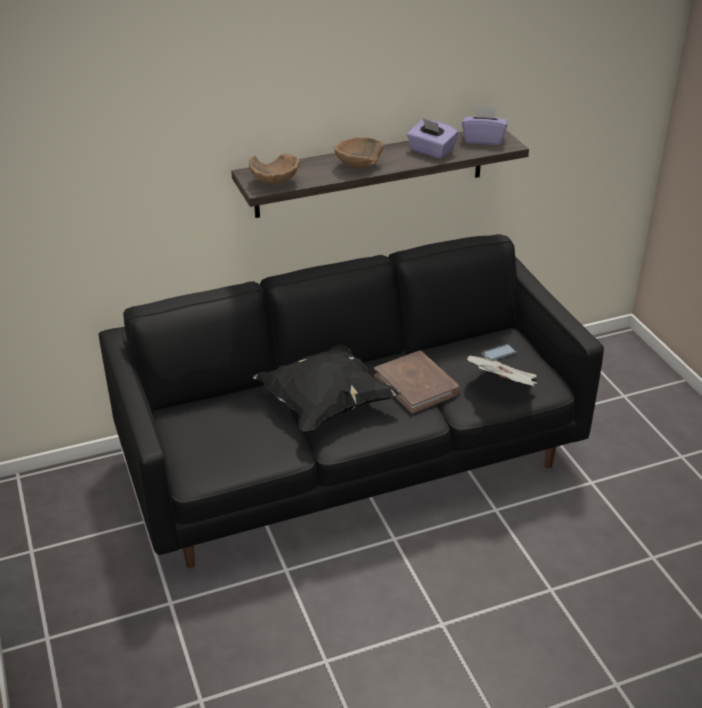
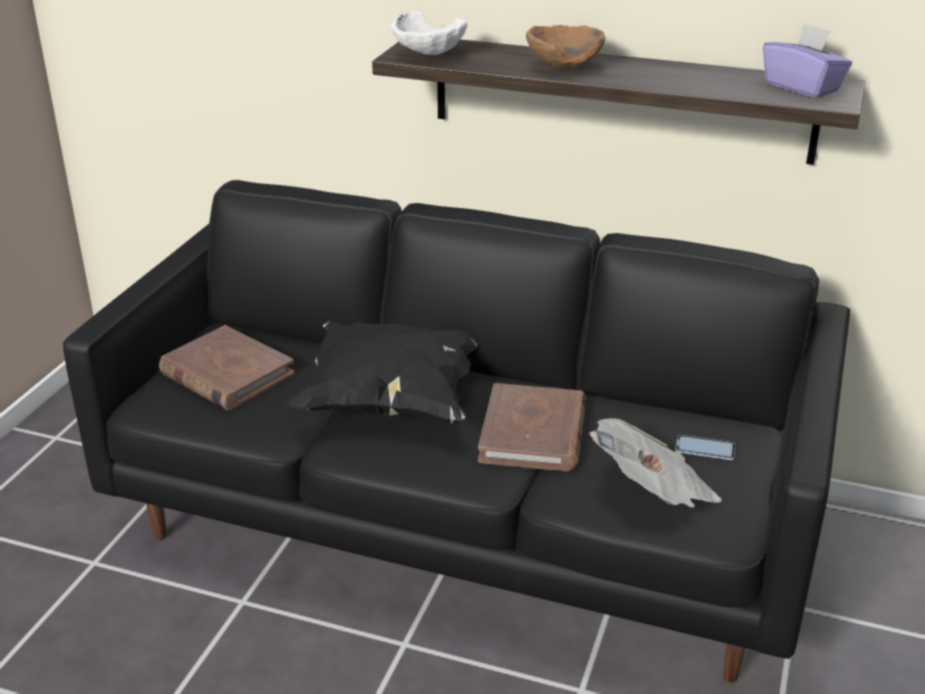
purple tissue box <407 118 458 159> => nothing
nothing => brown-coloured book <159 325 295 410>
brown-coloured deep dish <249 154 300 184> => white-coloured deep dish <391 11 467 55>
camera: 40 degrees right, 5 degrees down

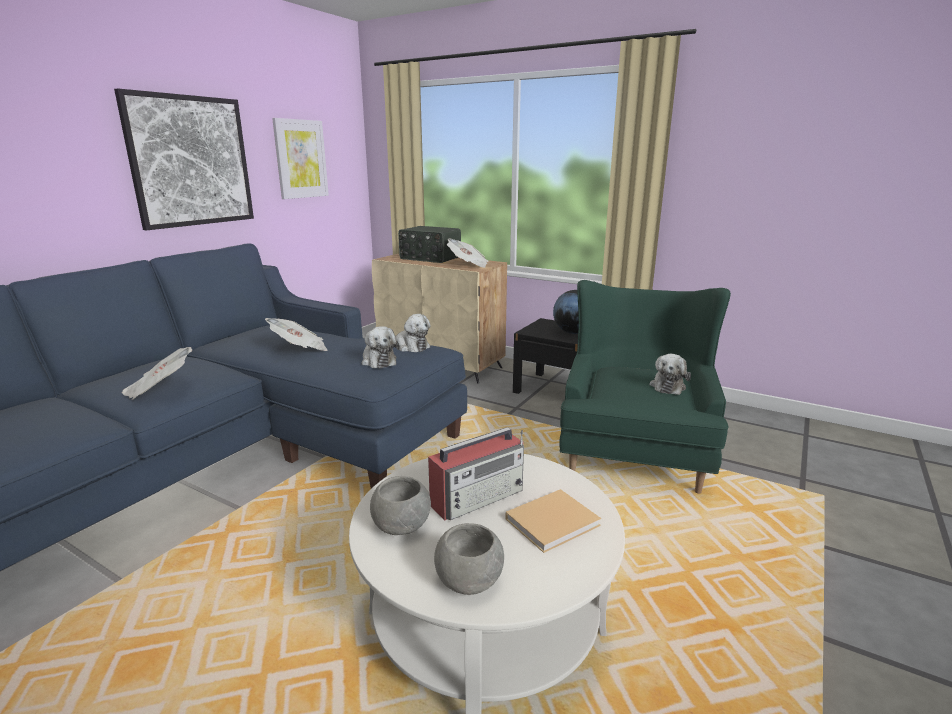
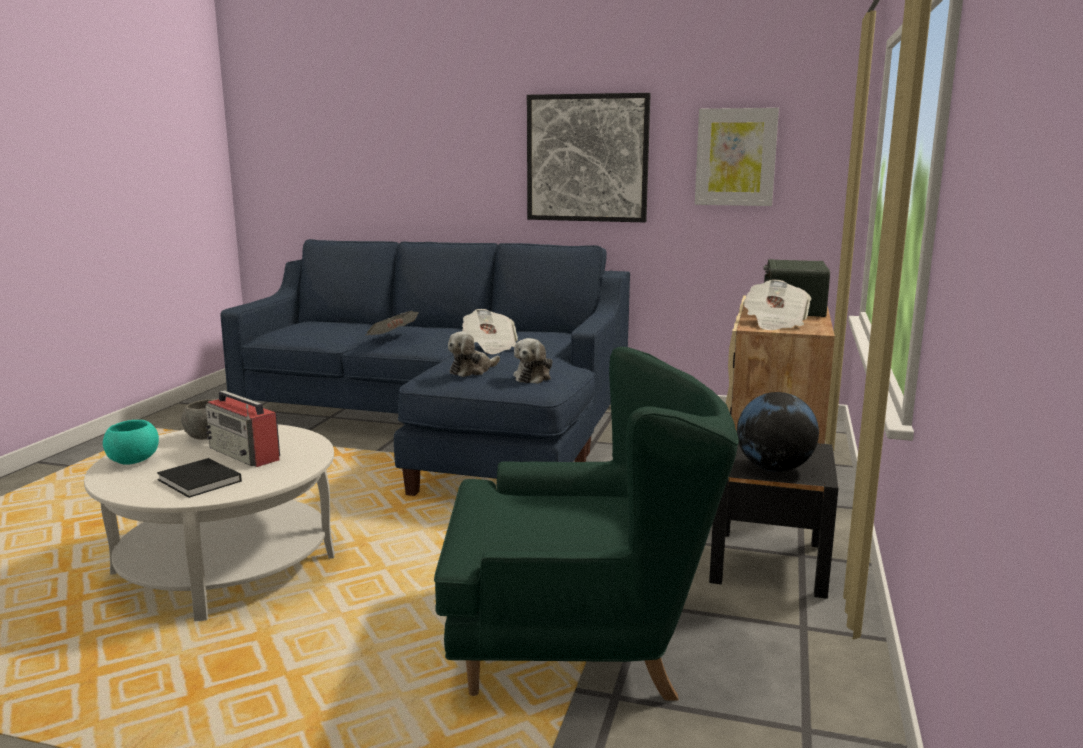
soft toy <649 354 691 395> => nothing
grey deep dish <434 523 504 595> => turquoise deep dish <103 420 159 465>
beige book <506 489 601 553> => black-coloured book <157 458 242 498>
camera: 75 degrees right, 5 degrees down

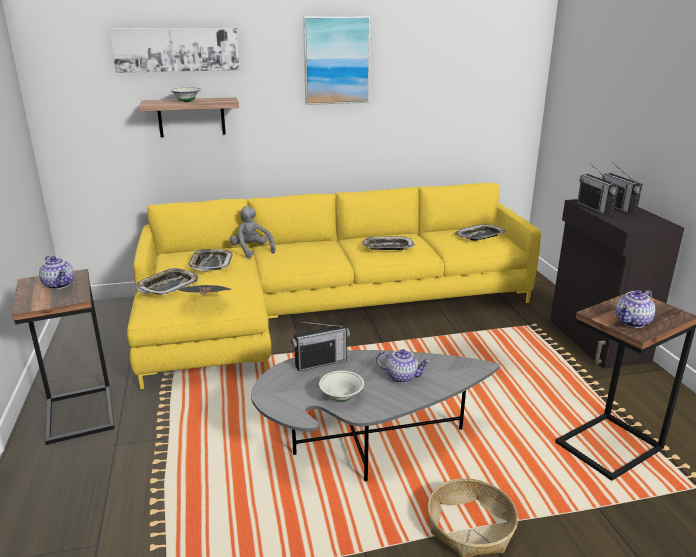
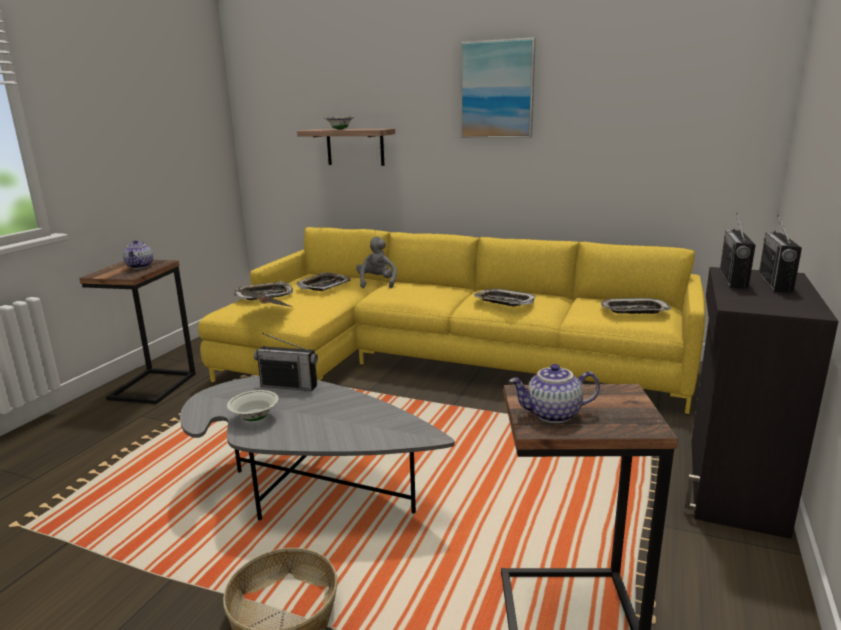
wall art <109 28 239 73> => nothing
pot for tea <376 349 430 383> => nothing
camera: 35 degrees right, 5 degrees down

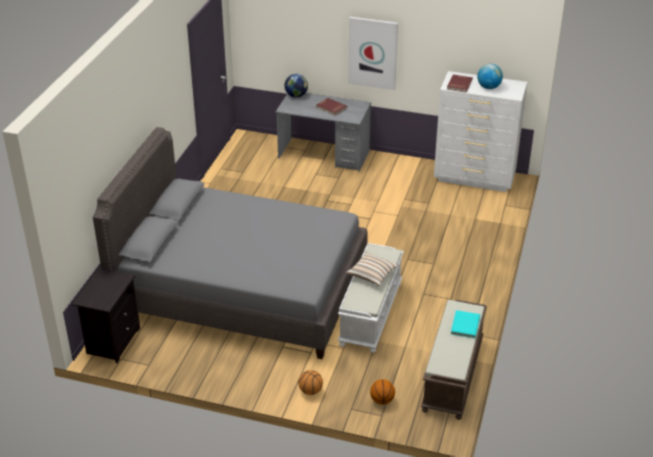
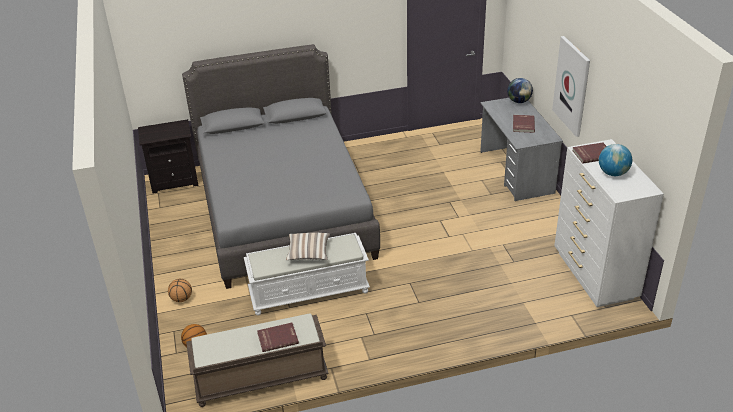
turquoise book <451 310 480 338> => red-coloured book <257 323 299 352>
camera: 60 degrees right, 0 degrees up

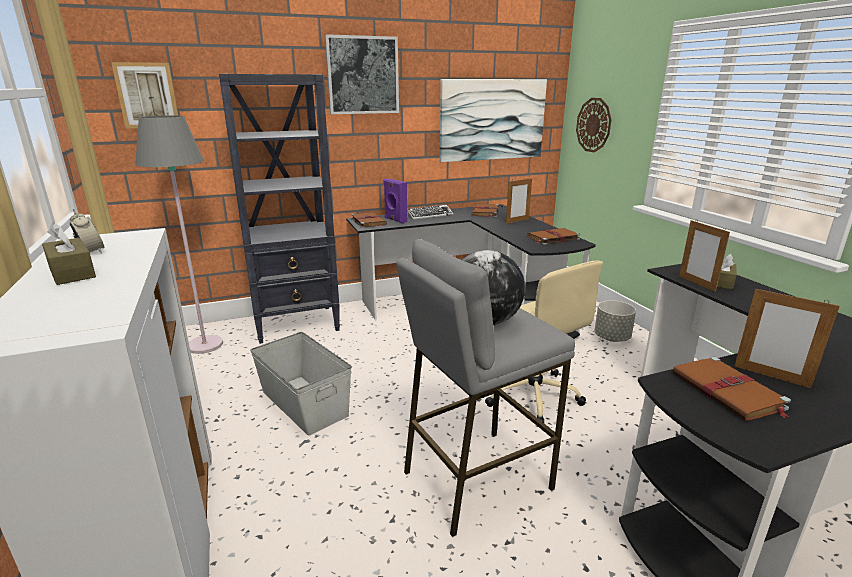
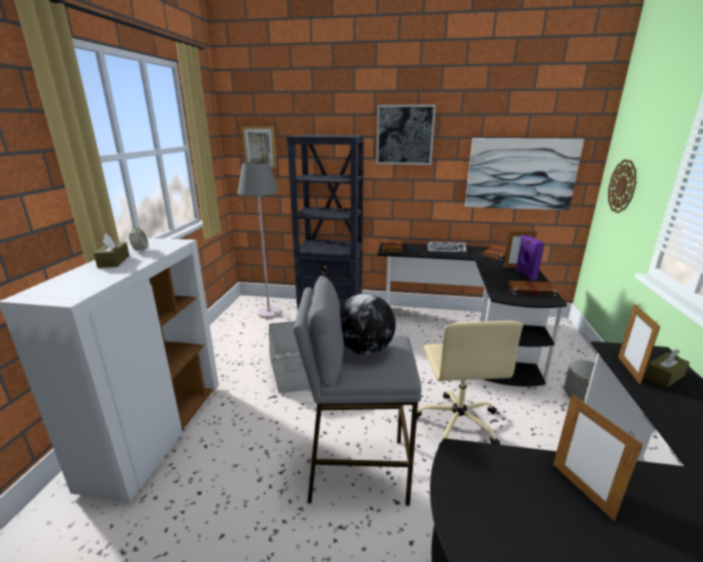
brown-coloured book <672 357 791 421> => nothing
purple speaker <383 178 407 223> => purple speaker <516 235 544 280>, moved
camera: 30 degrees right, 0 degrees up

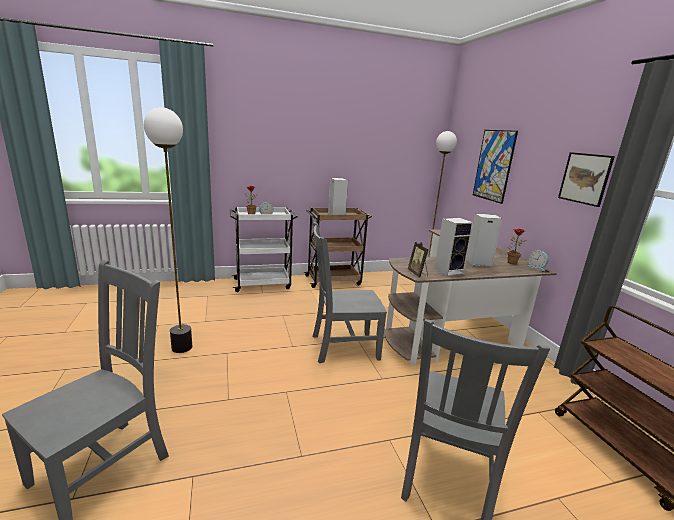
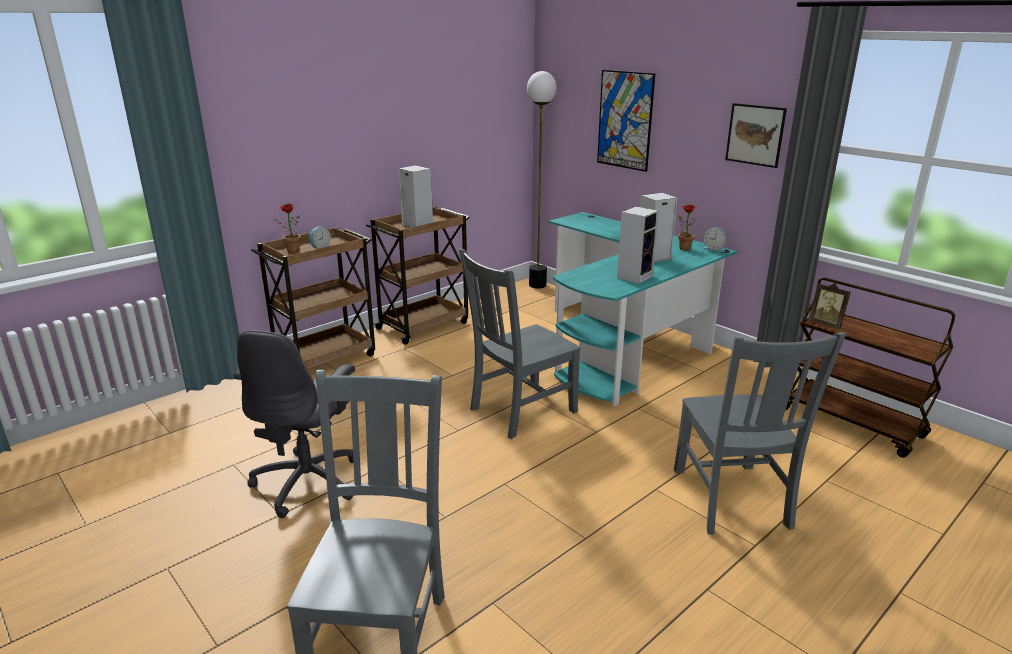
standing frame <408 242 428 277> => standing frame <808 283 851 330>, moved
floor lamp <144 107 192 353> => grey desk chair <234 330 355 518>
white-coloured wheeled cart <230 207 298 292> => brown-coloured wheeled cart <251 227 375 369>
brown-coloured desk unit <384 229 557 365> => turquoise desk unit <549 212 737 407>
camera: 25 degrees left, 5 degrees up

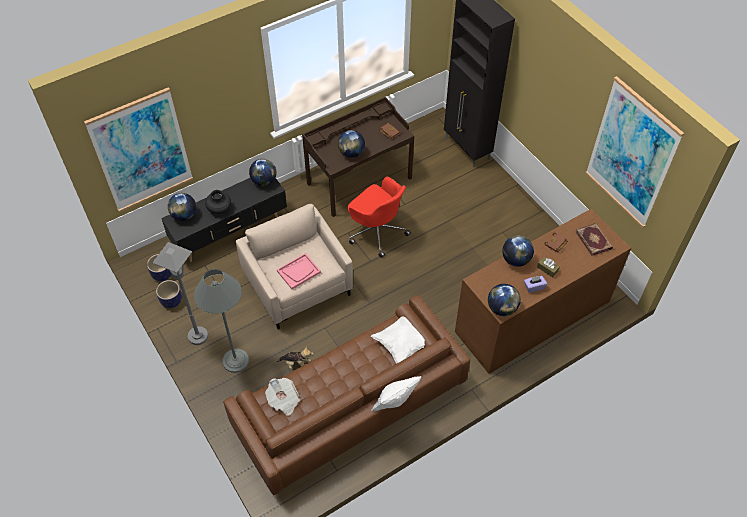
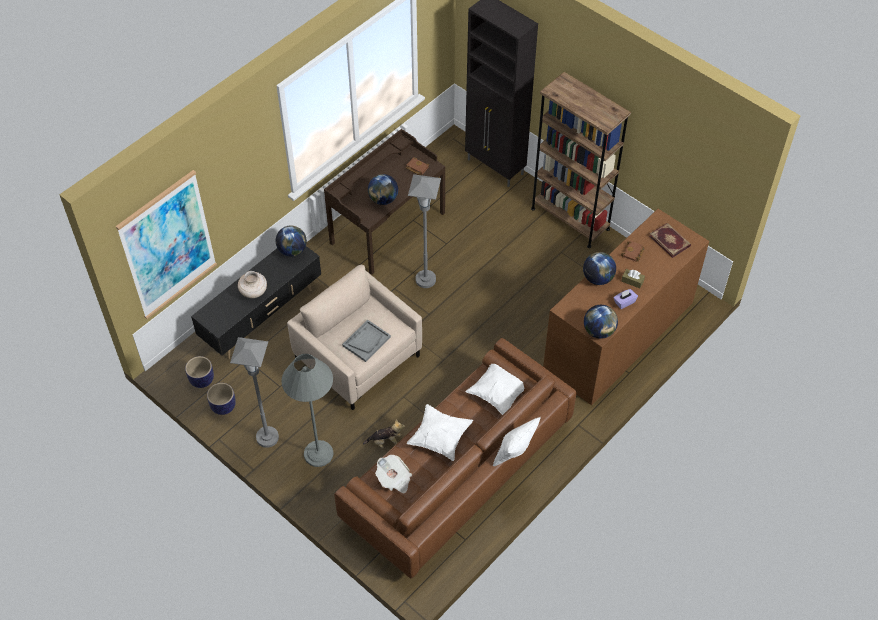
desk globe <168 193 196 221> => nothing
wall art <585 76 684 228> => nothing
nothing => white-coloured pillow <407 404 473 461>
nothing => brown-coloured shelving unit <531 72 631 248>
red-coloured desk chair <347 176 411 258> => grey floor lamp <408 174 441 288>
black-coloured vase <205 190 231 214> => beige vase <238 271 267 298>
pinkish carrying tray <277 253 321 289> => grey carrying tray <342 320 391 362>
camera: 15 degrees left, 0 degrees up

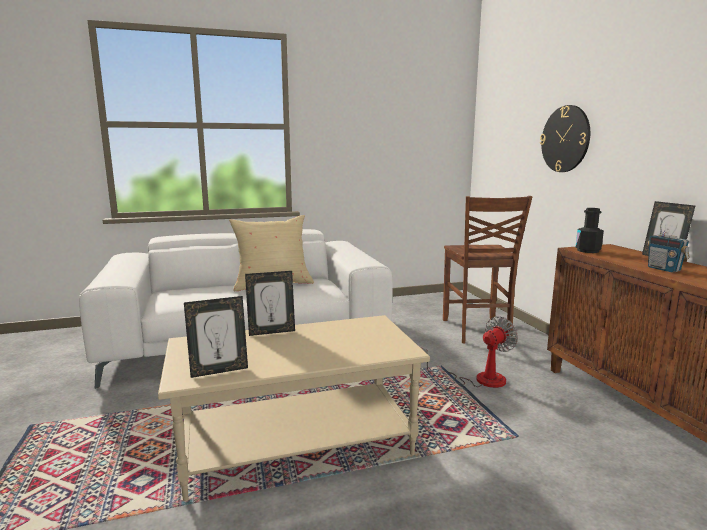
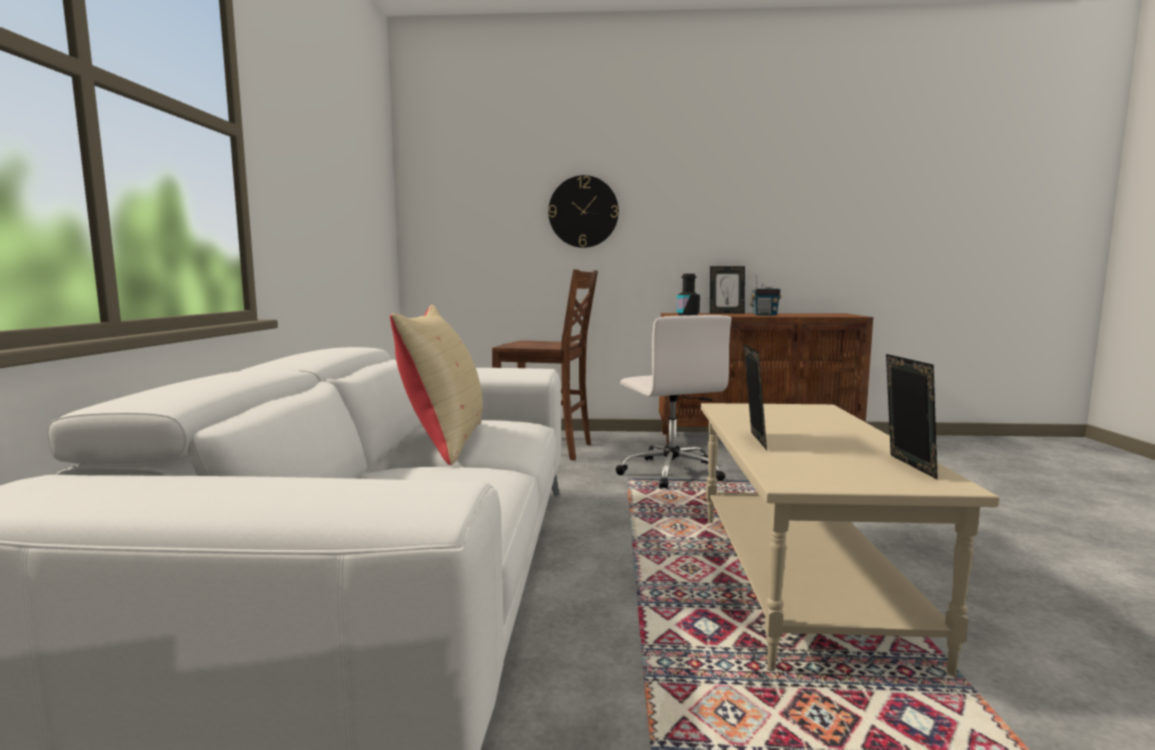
fan <421 316 518 388> => white-coloured desk chair <615 315 731 489>
camera: 70 degrees left, 5 degrees down

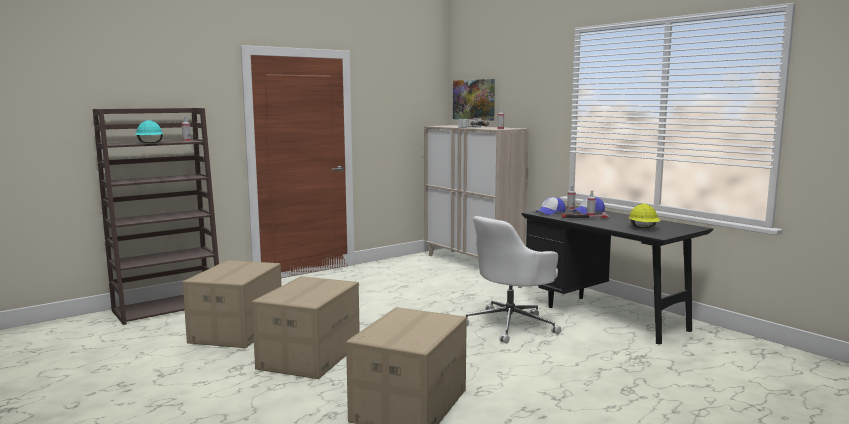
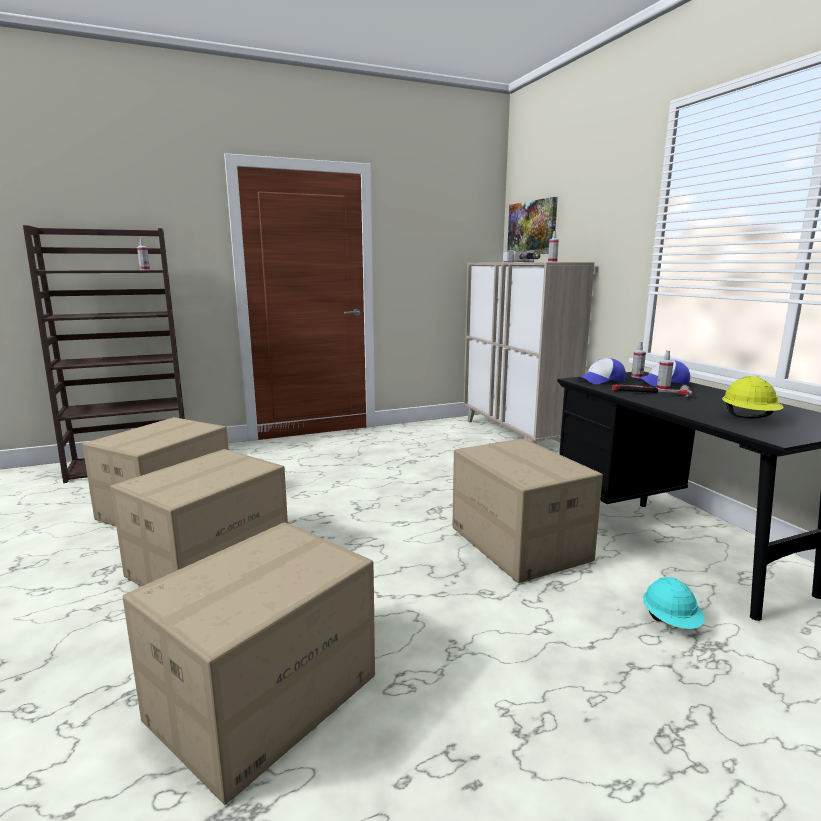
turquoise safety helmet <134 120 164 143> => turquoise safety helmet <643 577 705 629>, moved
white-coloured desk chair <466 216 561 344> => cardboard box <452 438 603 583>
camera: 15 degrees right, 5 degrees up

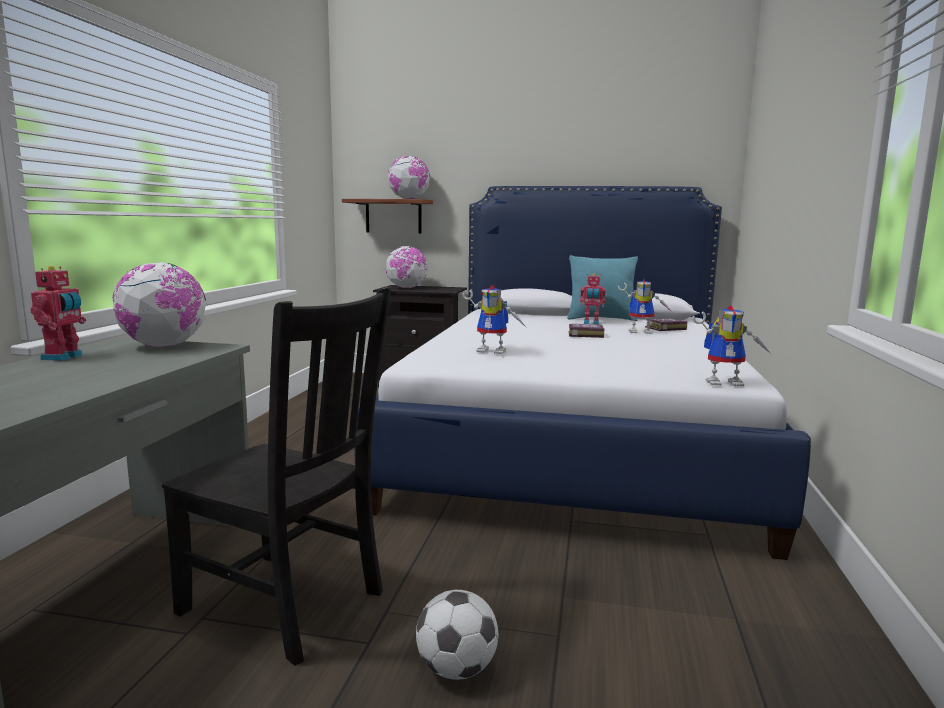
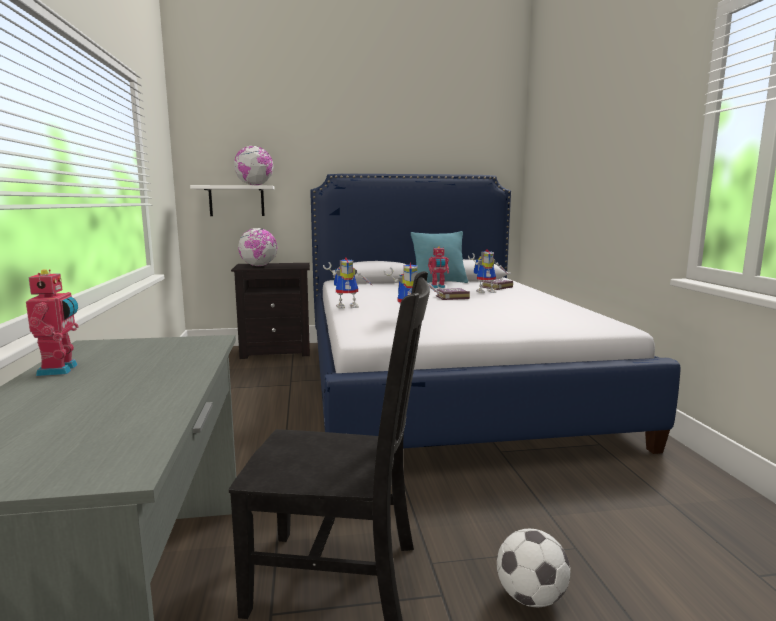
desk globe <112 262 206 347> => nothing
robot figure <692 305 771 386> => robot figure <323 258 373 309>, moved
brown-coloured bracket shelf <342 199 433 233> => white-coloured bracket shelf <190 185 274 216>
camera: 20 degrees left, 0 degrees up

